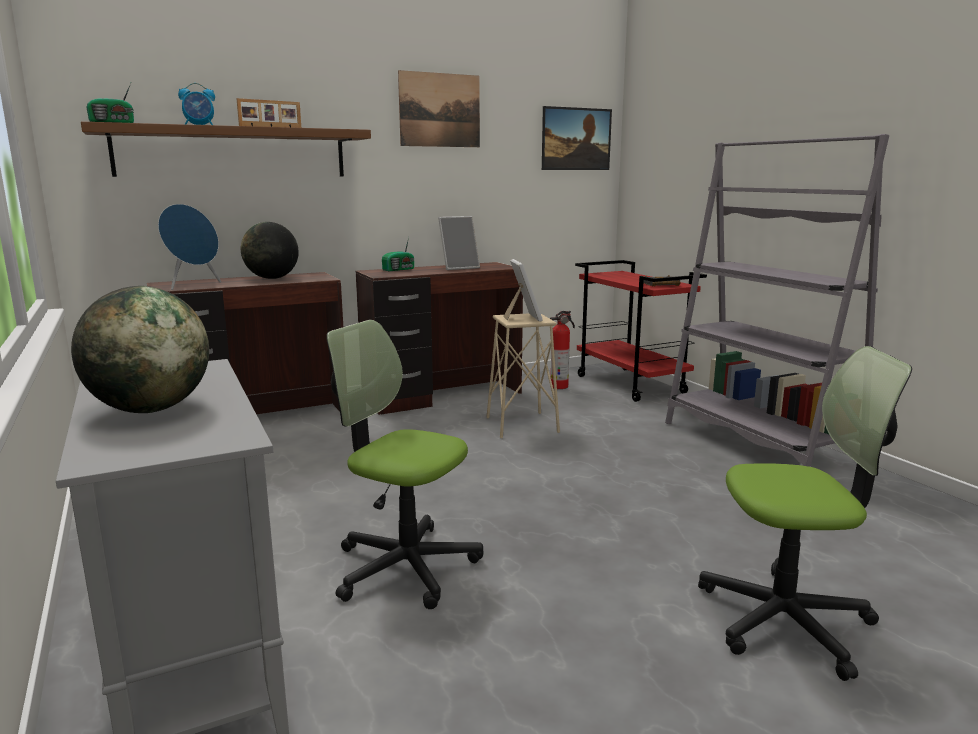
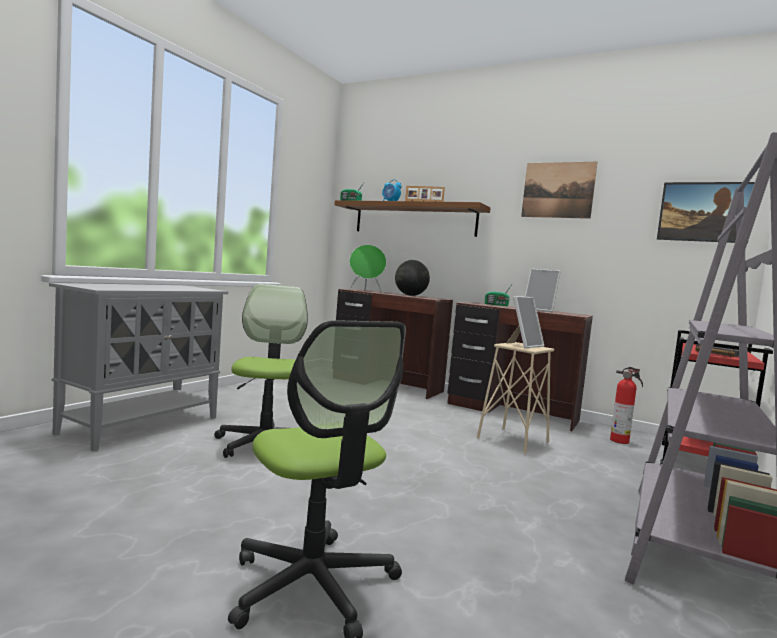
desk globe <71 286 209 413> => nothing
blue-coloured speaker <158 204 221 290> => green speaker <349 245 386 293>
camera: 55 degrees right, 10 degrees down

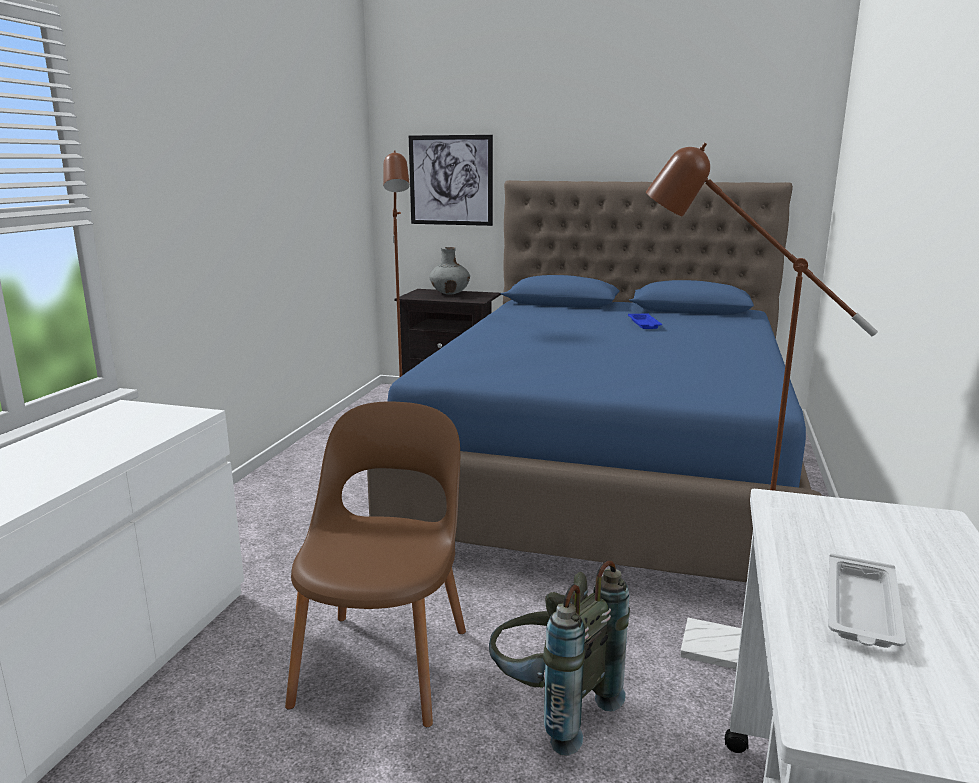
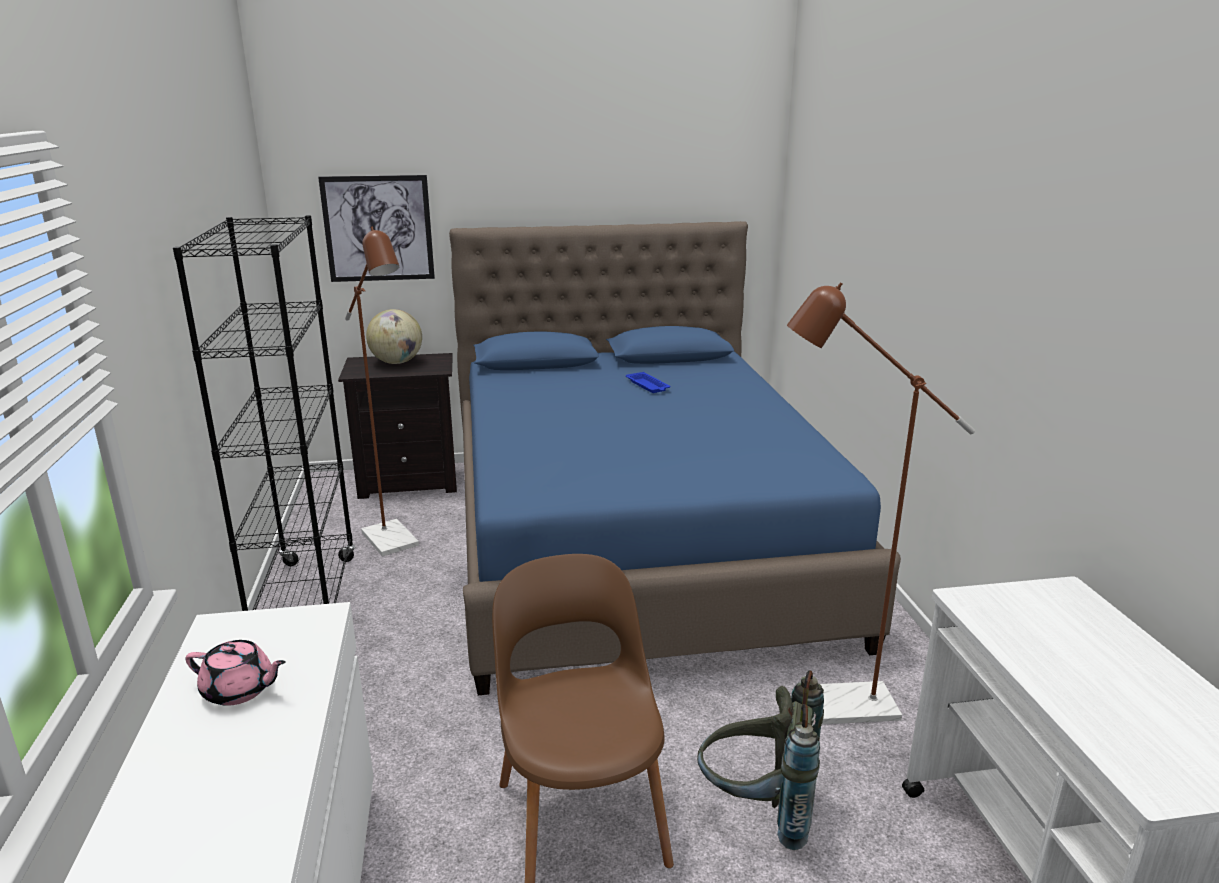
white-coloured carrying tray <828 554 906 648> => nothing
nothing => black-coloured shelving unit <173 215 356 611>
nothing => pinkish pot for tea <185 640 286 706>
grey vase <429 247 470 295> => desk globe <366 309 422 364>
camera: 25 degrees left, 5 degrees up

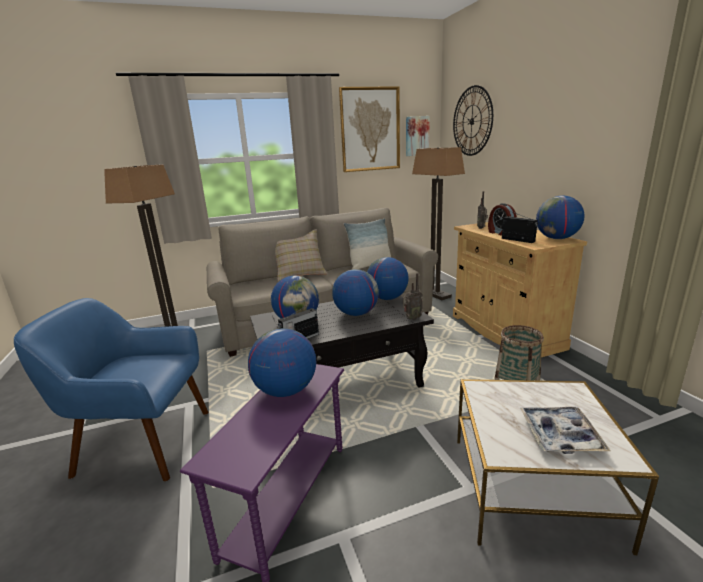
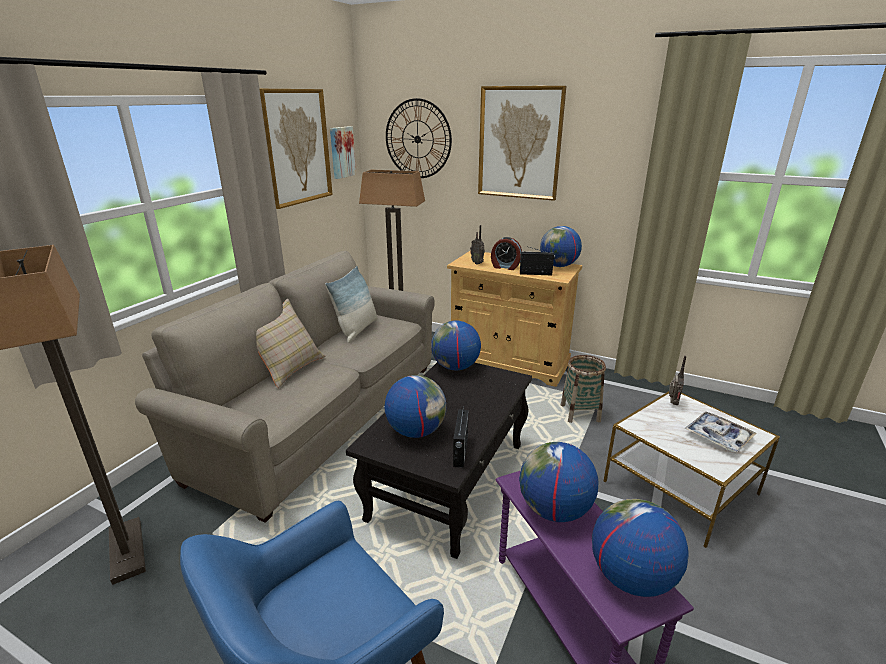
nothing => wall art <478 86 566 201>
desk globe <332 269 379 316> => desk globe <592 499 689 597>, moved
radio receiver <403 273 423 320> => radio receiver <669 356 686 405>, moved
camera: 45 degrees left, 5 degrees up

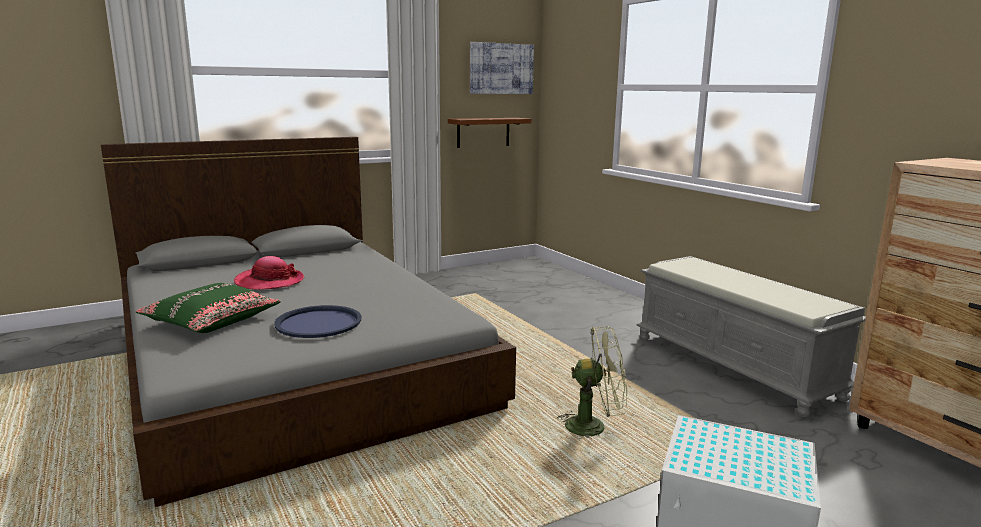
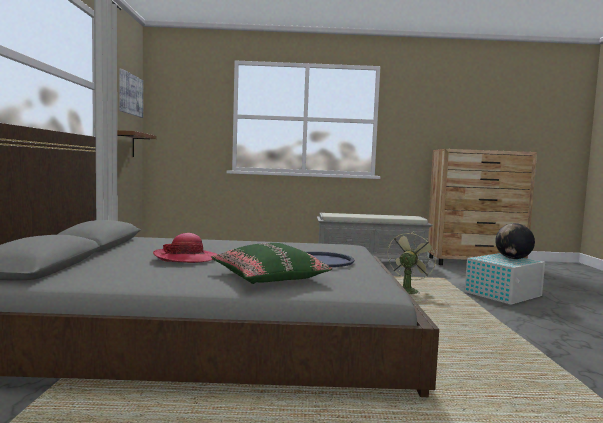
nothing => desk globe <495 223 535 259>
camera: 60 degrees left, 10 degrees down

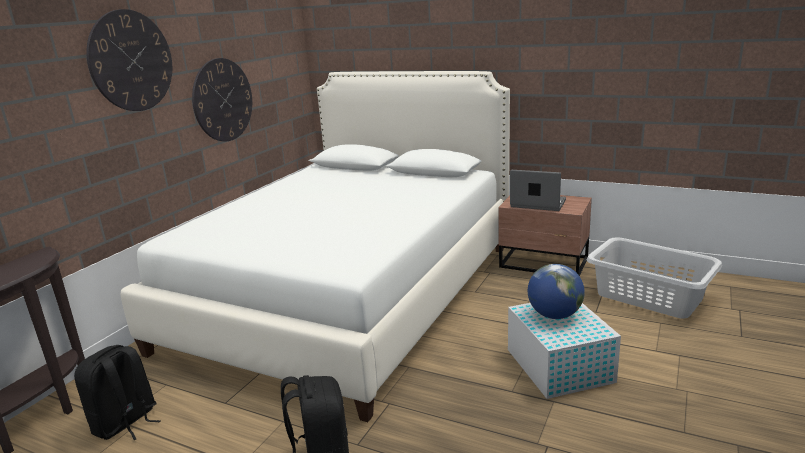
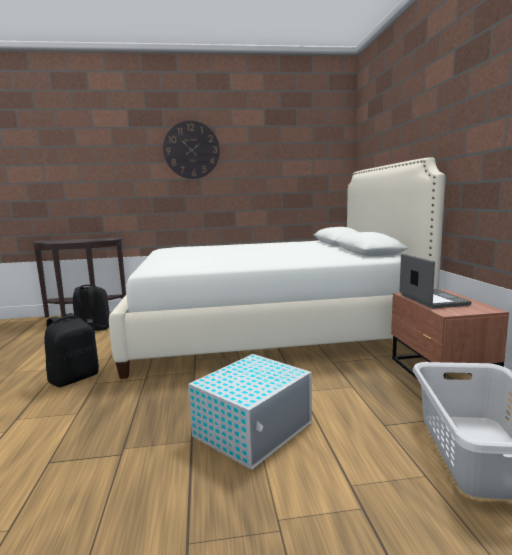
wall clock <192 58 252 141> => nothing
desk globe <528 264 585 319> => nothing
camera: 55 degrees right, 10 degrees down

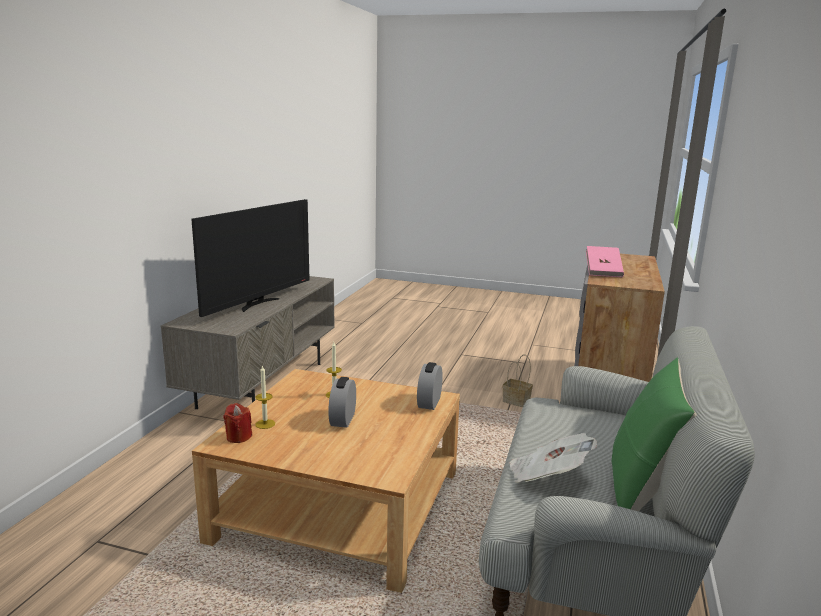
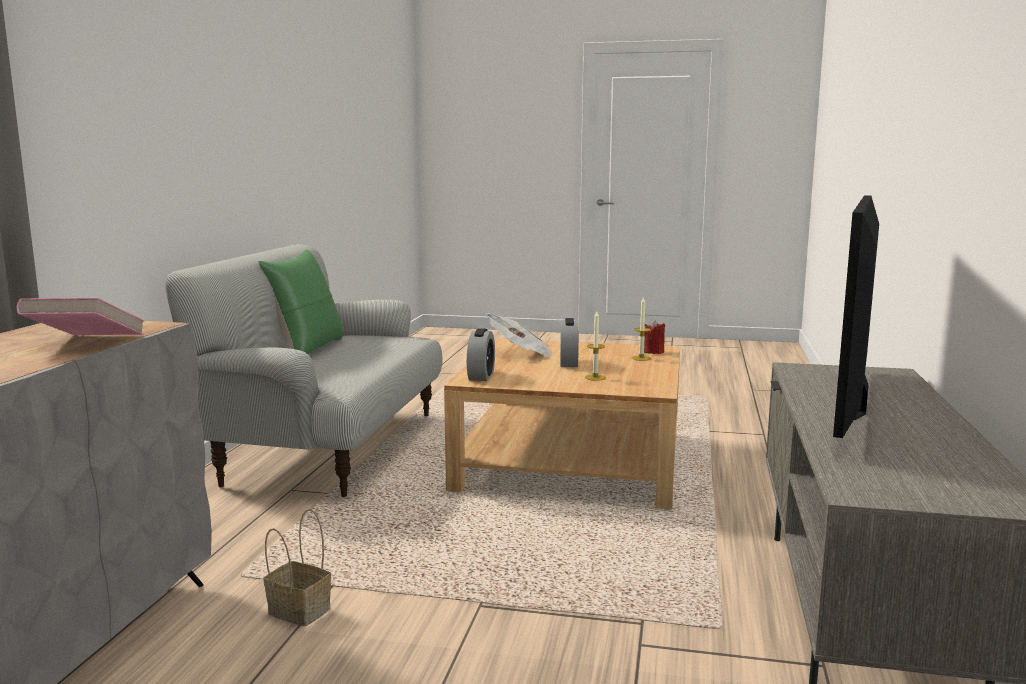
daily paper <510 433 597 483> => daily paper <486 313 553 358>, moved
camera: 175 degrees right, 5 degrees down

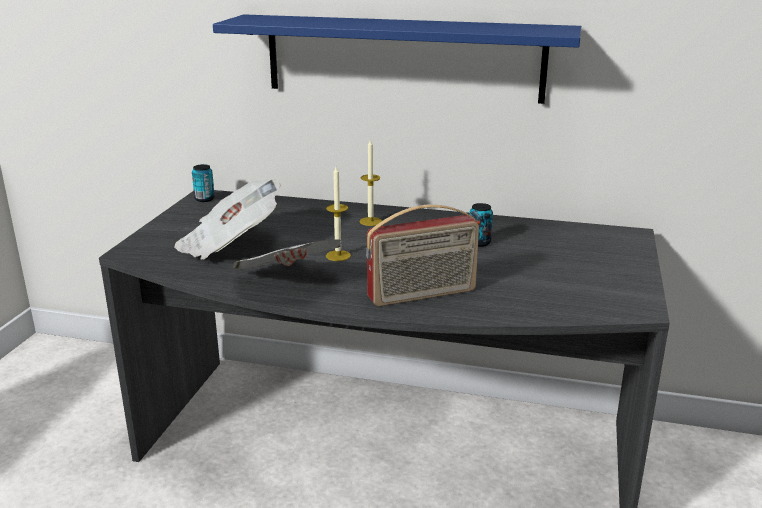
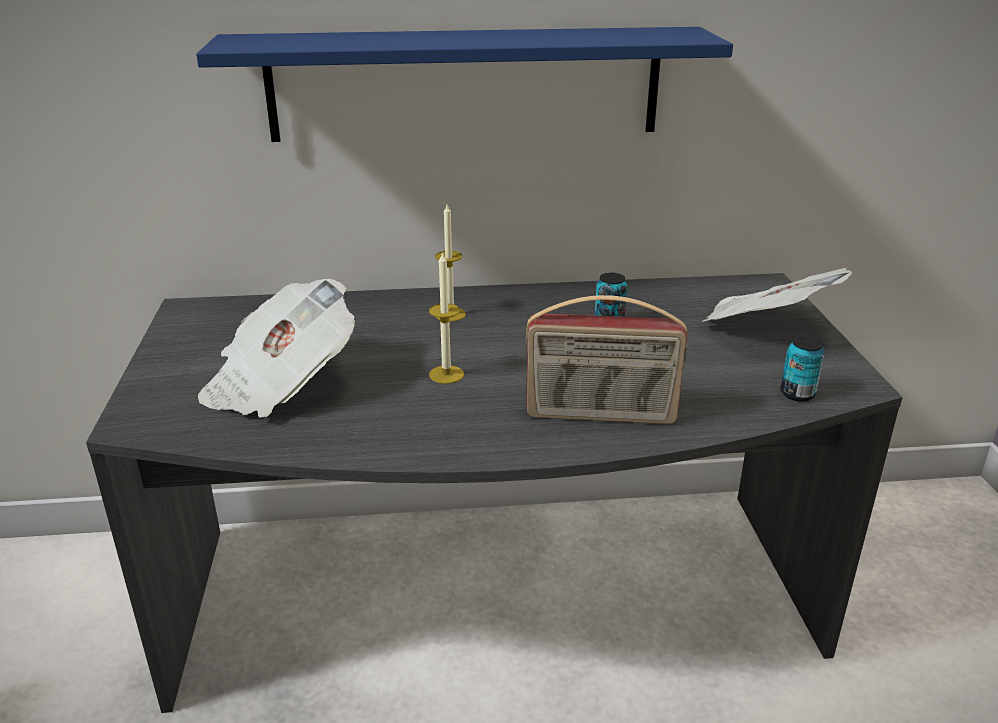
metal can <192 164 215 202> => metal can <780 336 825 402>, moved
daily paper <233 240 342 269> => daily paper <701 267 852 322>, moved
radio receiver <366 204 479 306> => radio receiver <525 295 688 424>, 45 degrees clockwise
camera: 20 degrees left, 5 degrees up

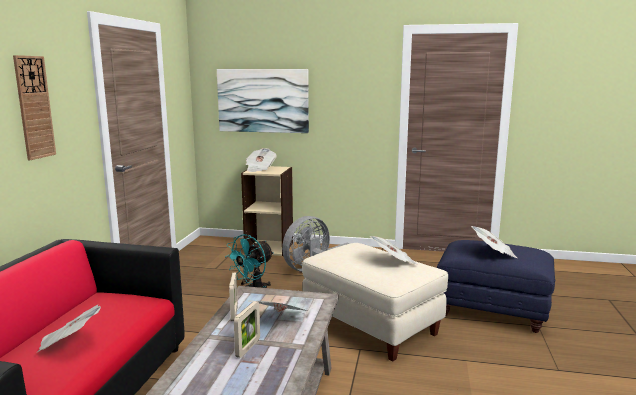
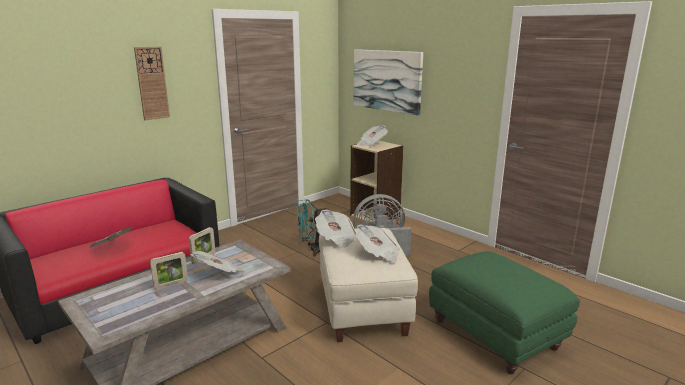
daily paper <471 226 517 258> => daily paper <315 210 357 248>, moved
blue-coloured footrest <437 240 555 333> => green footrest <429 251 580 374>
camera: 35 degrees right, 5 degrees up

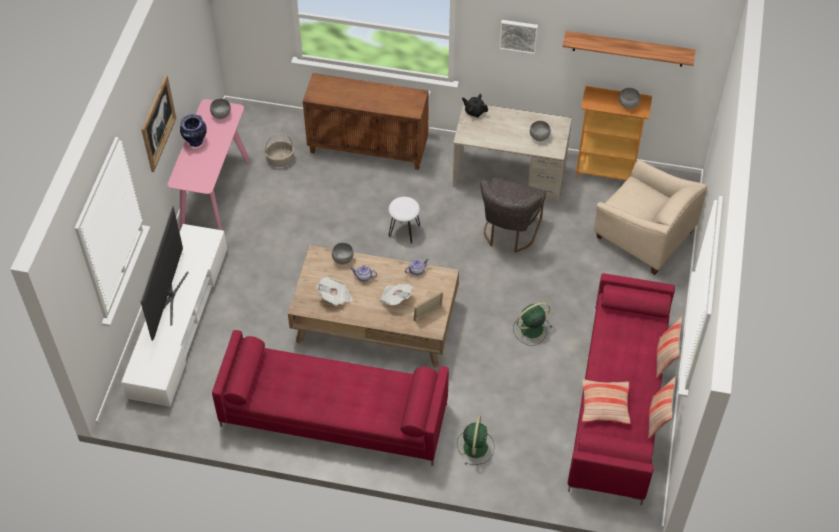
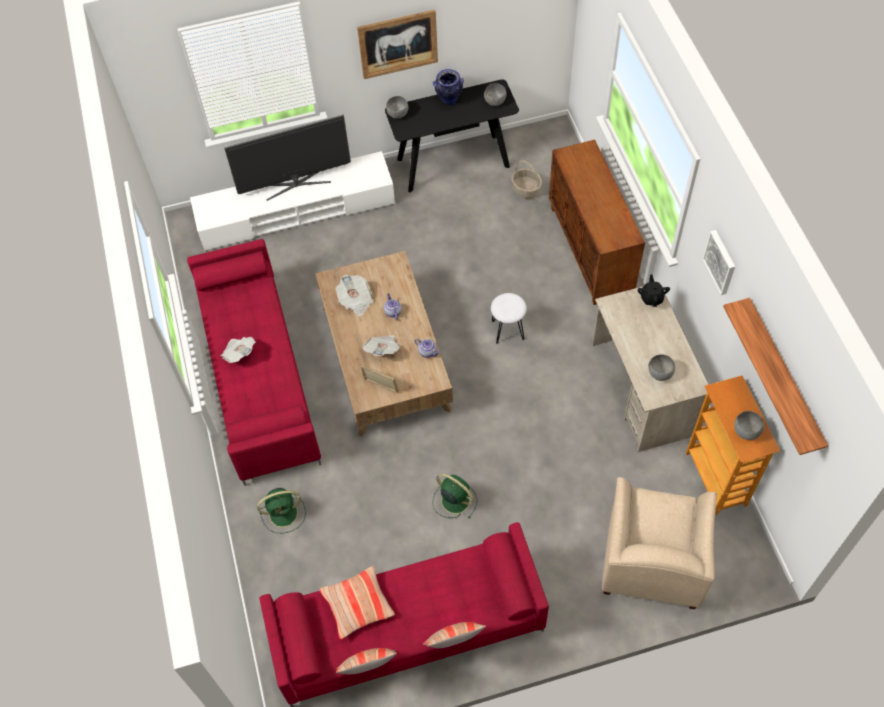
grey upright chair <480 178 546 253> => nothing
nothing => daily paper <221 337 256 363>
grey deep dish <332 243 354 265> => grey deep dish <386 96 409 119>, moved
pinkish hall table <168 99 250 230> => black-coloured hall table <385 79 519 192>
camera: 65 degrees right, 5 degrees up

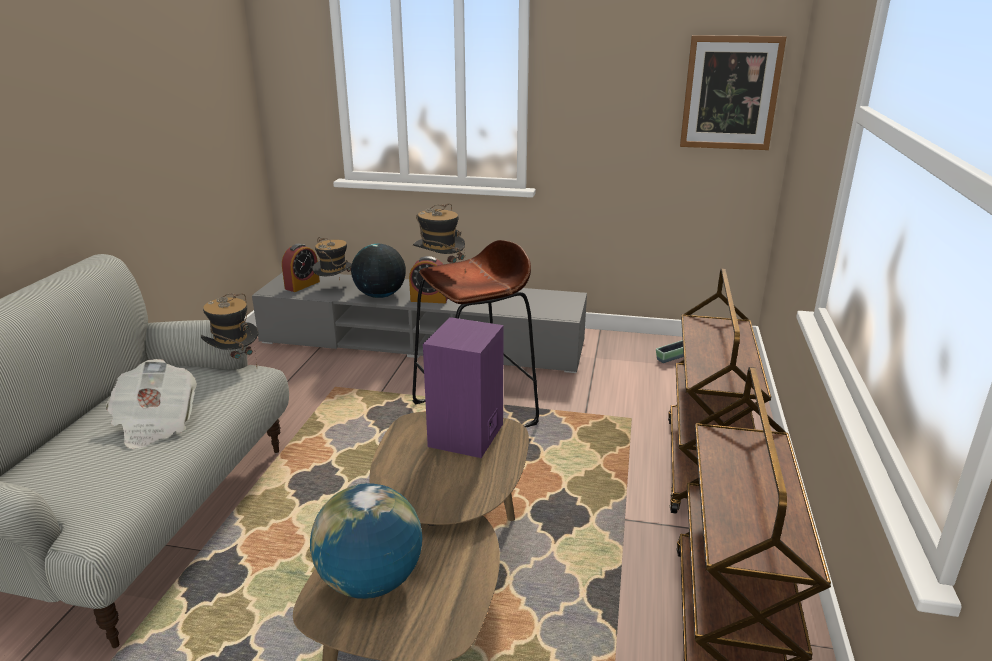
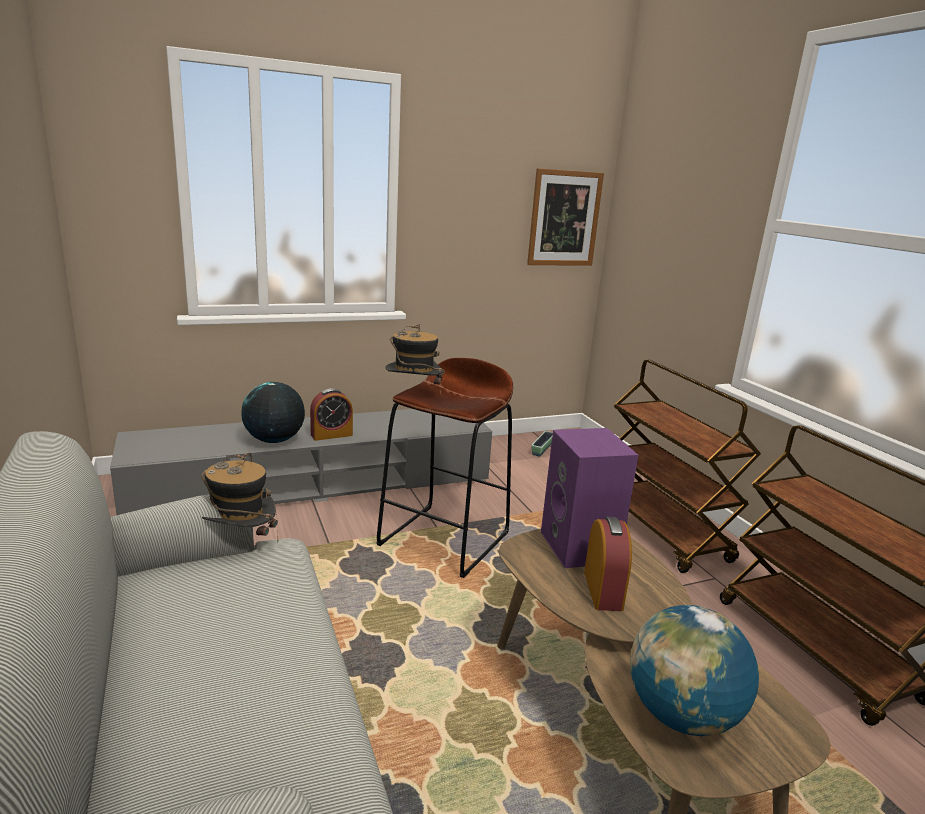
daily paper <106 359 197 449> => nothing
wearable hat <312 237 352 280> => nothing
alarm clock <282 244 320 292> => alarm clock <584 517 632 611>, moved
camera: 35 degrees left, 5 degrees down

